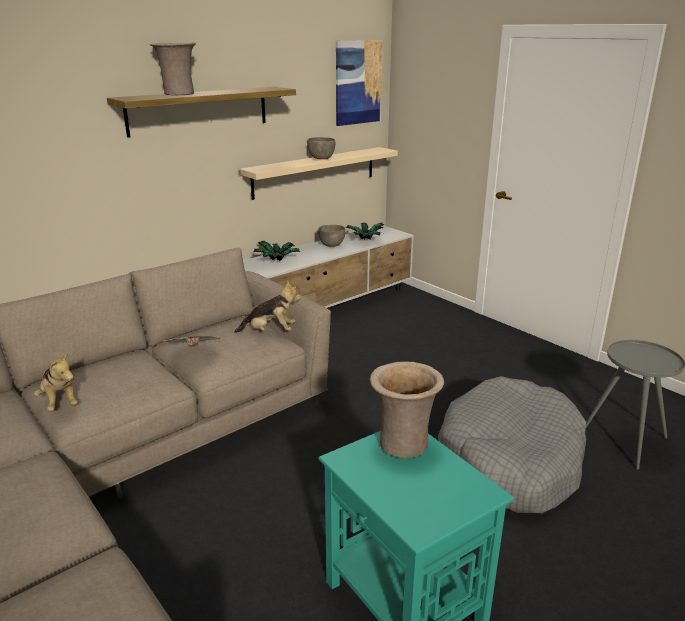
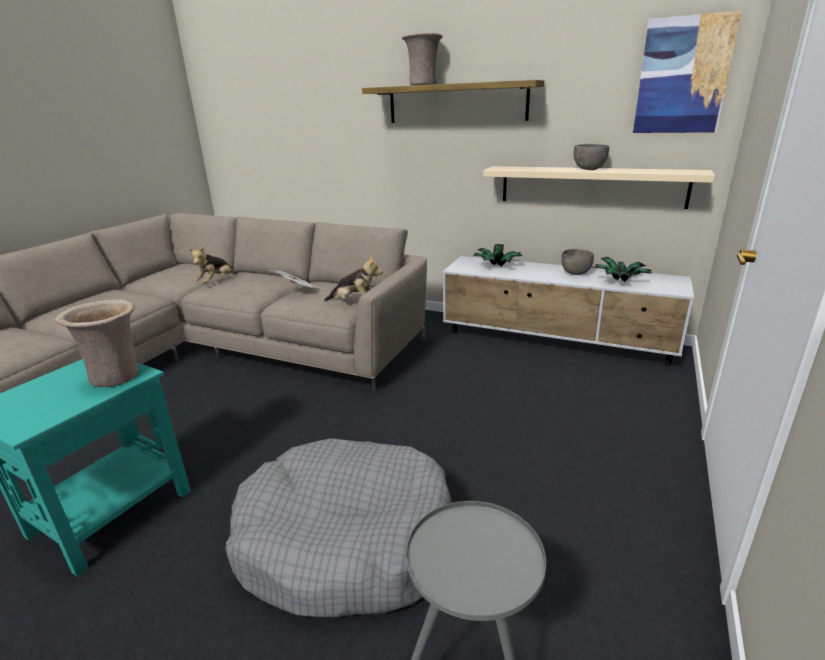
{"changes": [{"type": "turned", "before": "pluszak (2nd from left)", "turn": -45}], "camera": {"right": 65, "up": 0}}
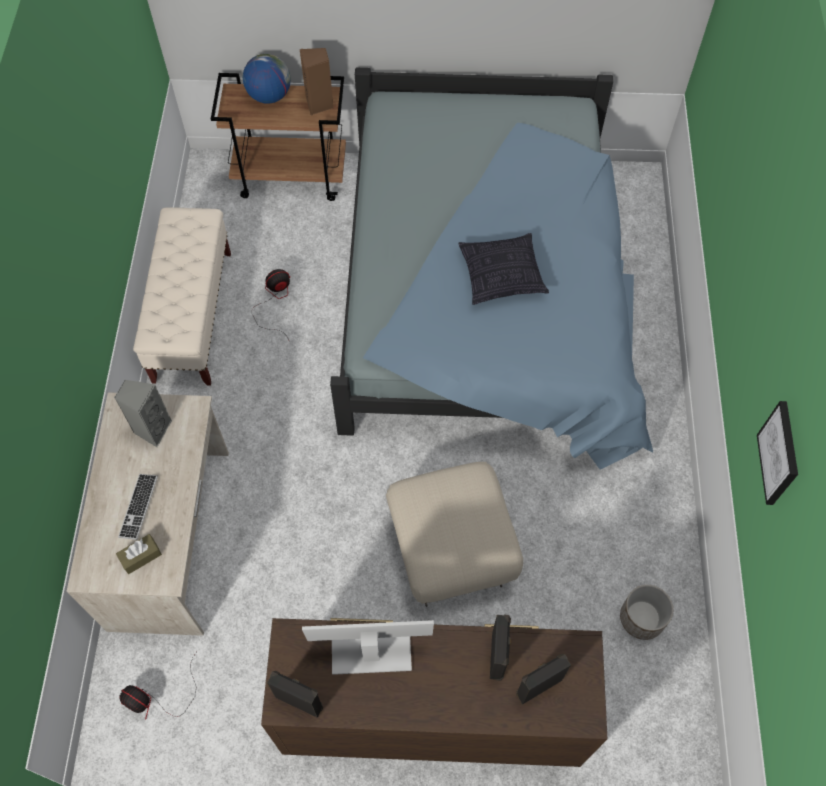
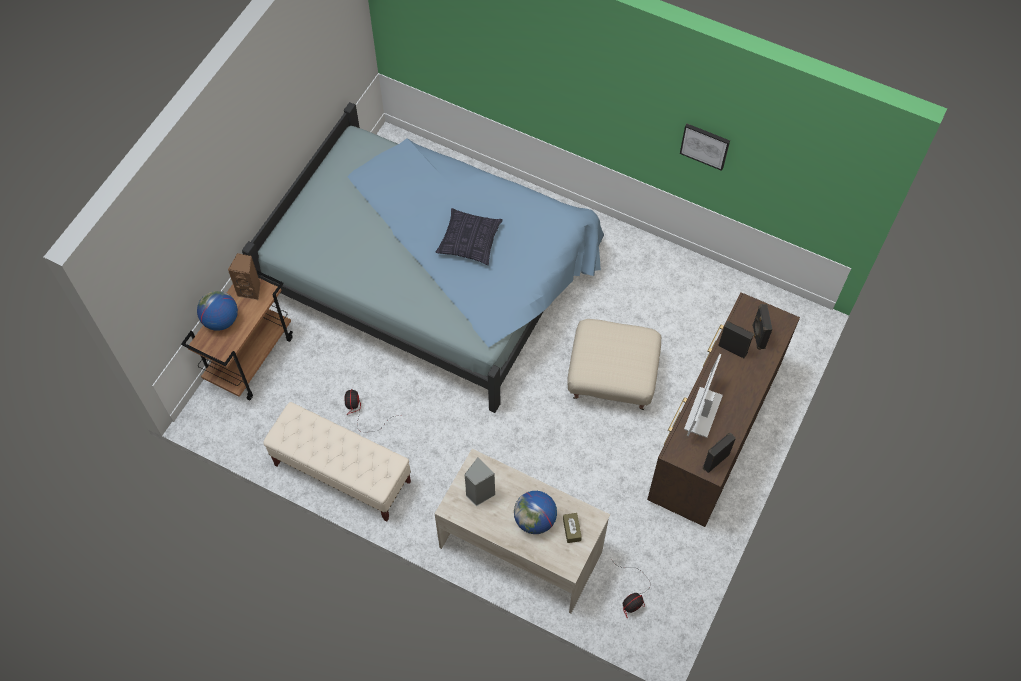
{"changes": [{"type": "replaced", "before": "klawiatura", "after": "globus (2nd from left)"}, {"type": "removed", "before": "donica"}], "camera": {"right": -65, "up": 0}}
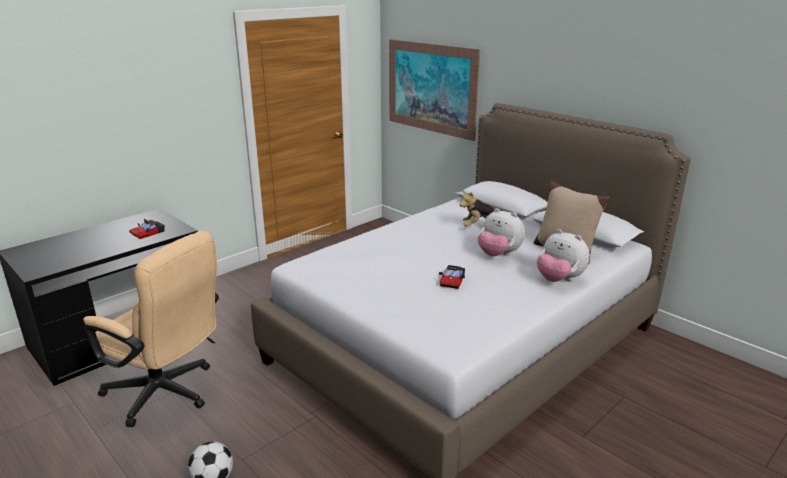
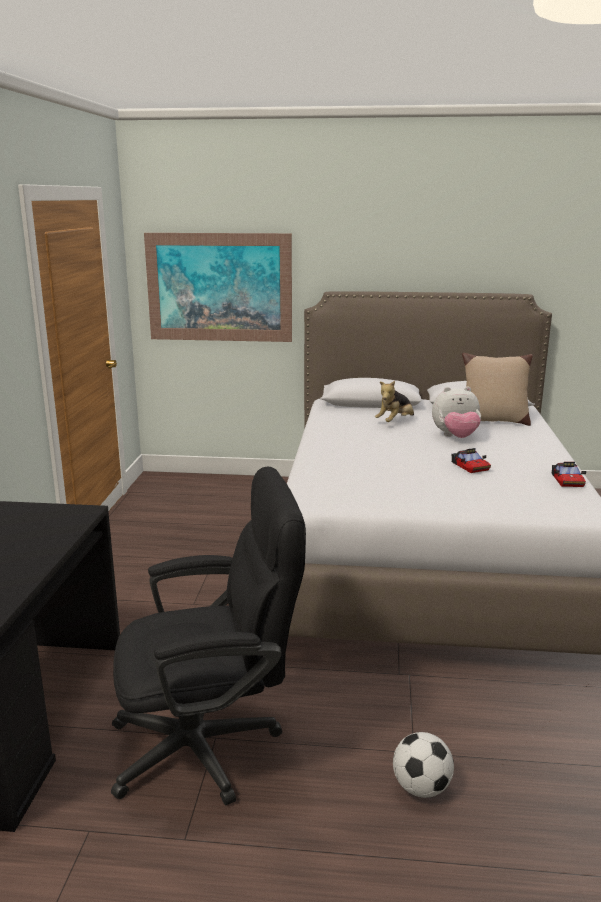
{"changes": [{"type": "recoloured", "before": "krzesło biurowe (beżowy)", "after": "krzesło biurowe (czarny)"}, {"type": "moved", "before": "samochodzik (1st from left in the first image)", "after": "samochodzik (2nd from left)"}, {"type": "removed", "before": "pluszak (3rd from left)"}], "camera": {"right": -40, "up": -5}}
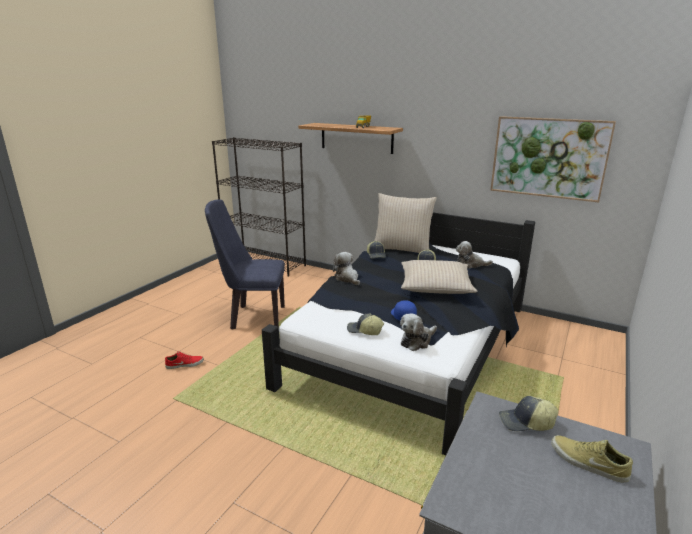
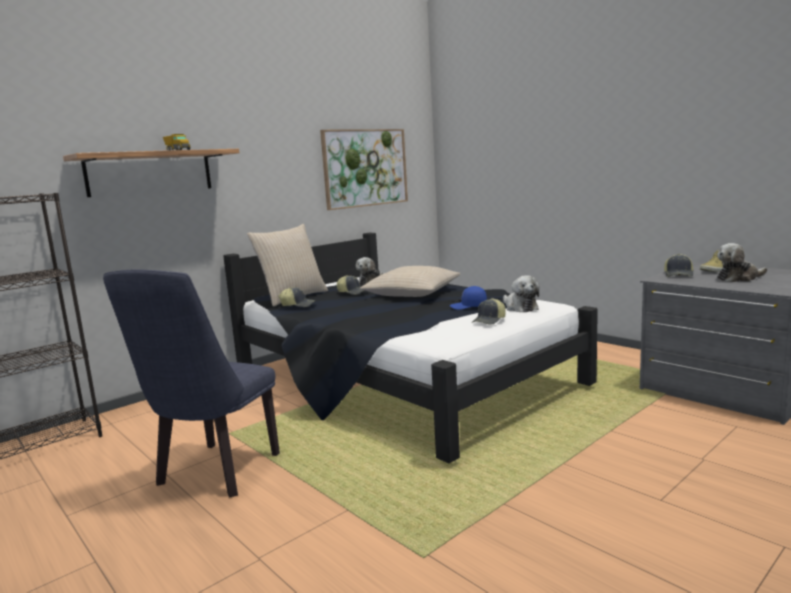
{"changes": [{"type": "moved", "before": "pluszak (1st from left in the first image)", "after": "pluszak (3rd from left)"}, {"type": "removed", "before": "but (czerwony)"}], "camera": {"right": -70, "up": -10}}
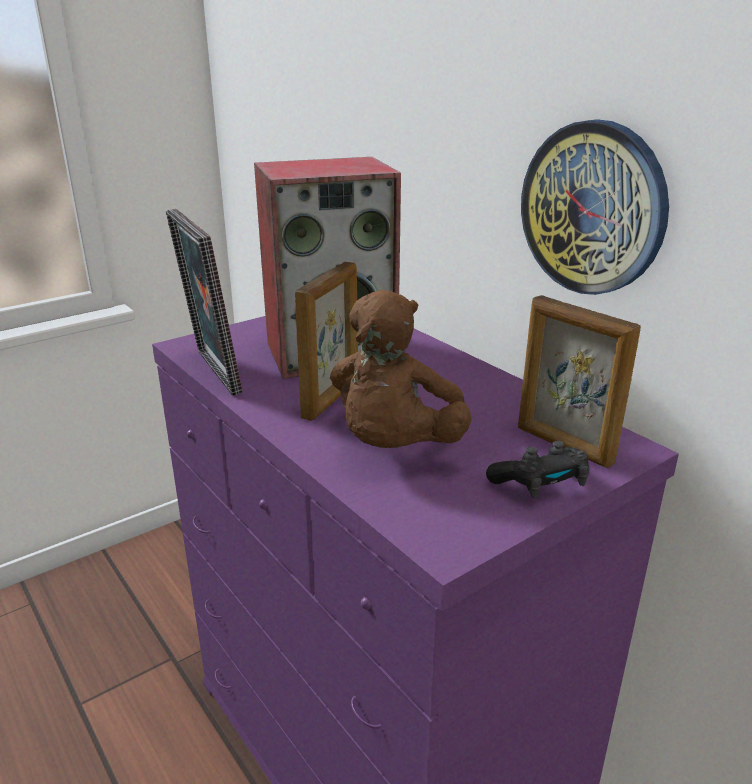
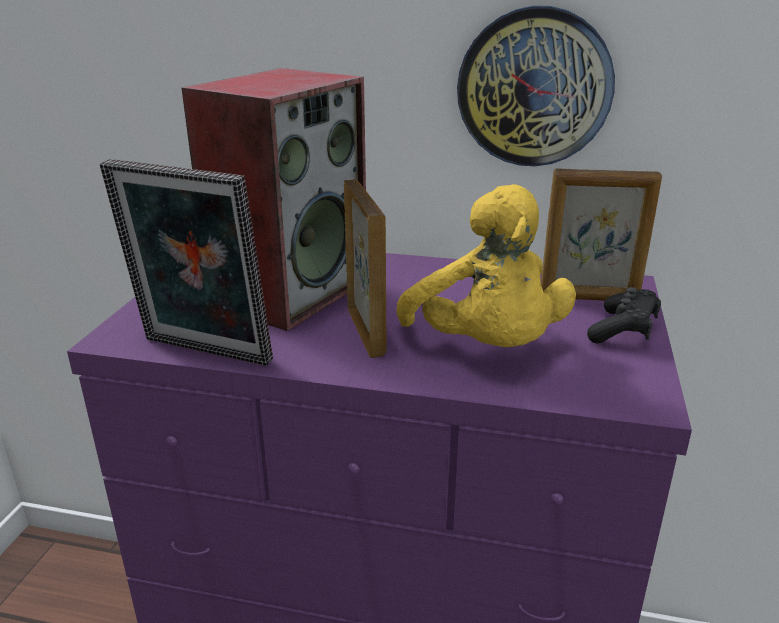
{"changes": [{"type": "recoloured", "before": "pluszak (brązowy)", "after": "pluszak (żółty)"}], "camera": {"right": -40, "up": 0}}
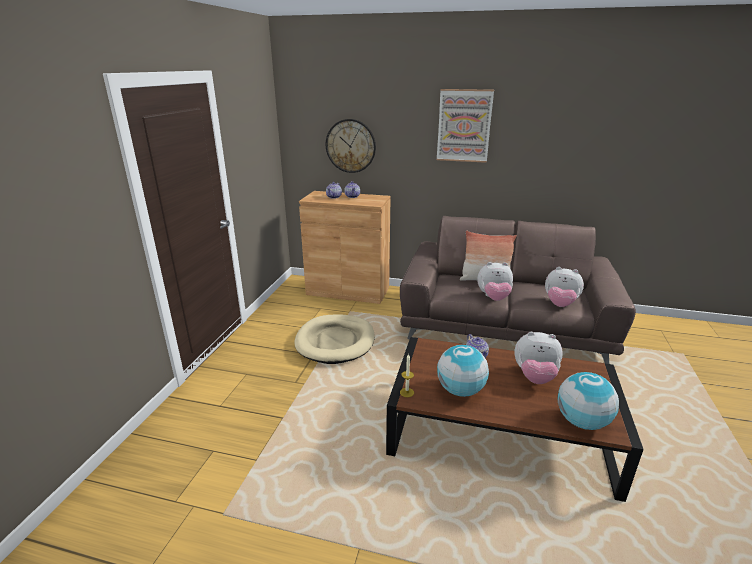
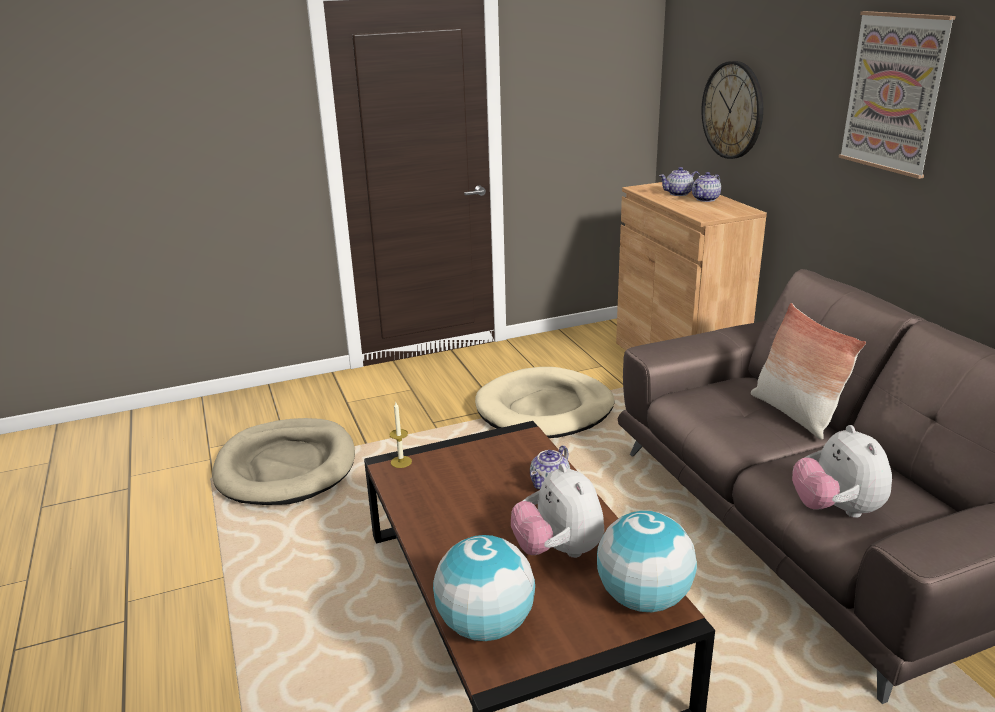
{"changes": [{"type": "added", "after": "legowisko (beżowy) (1st from left)"}, {"type": "moved", "before": "globus (1st from left in the first image)", "after": "globus (2nd from left)"}, {"type": "removed", "before": "pluszak (1st from left)"}], "camera": {"right": 55, "up": 0}}
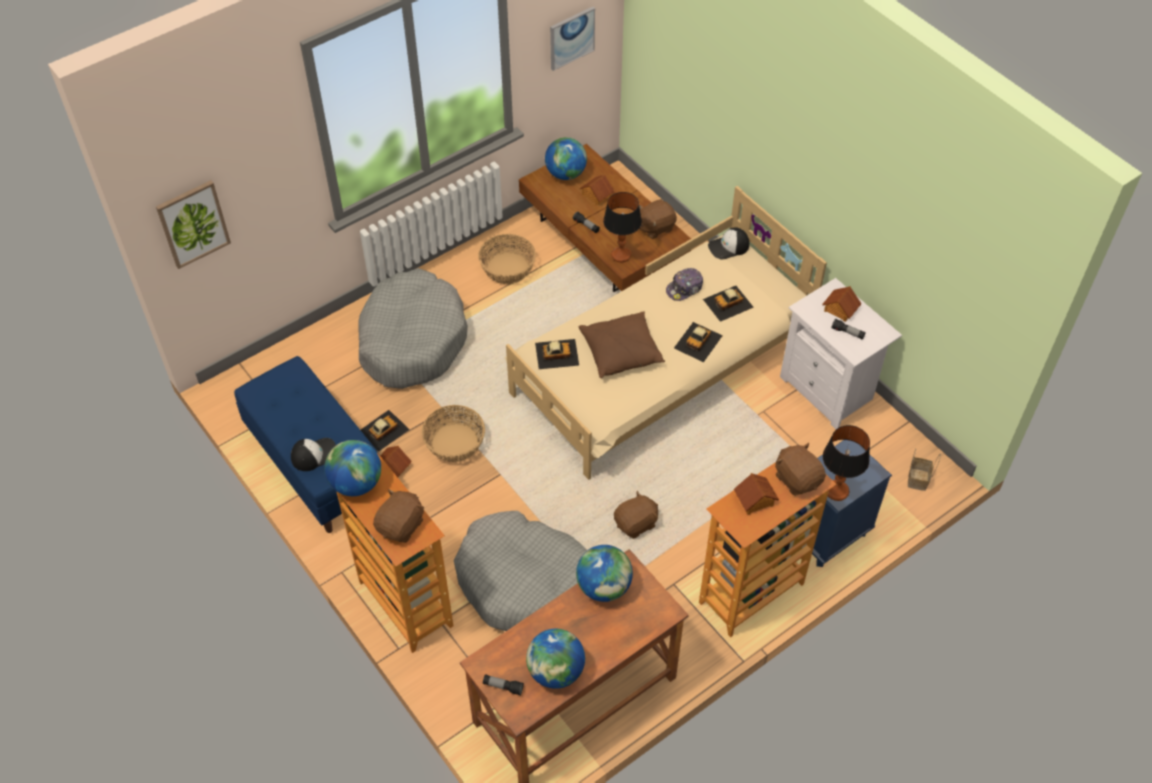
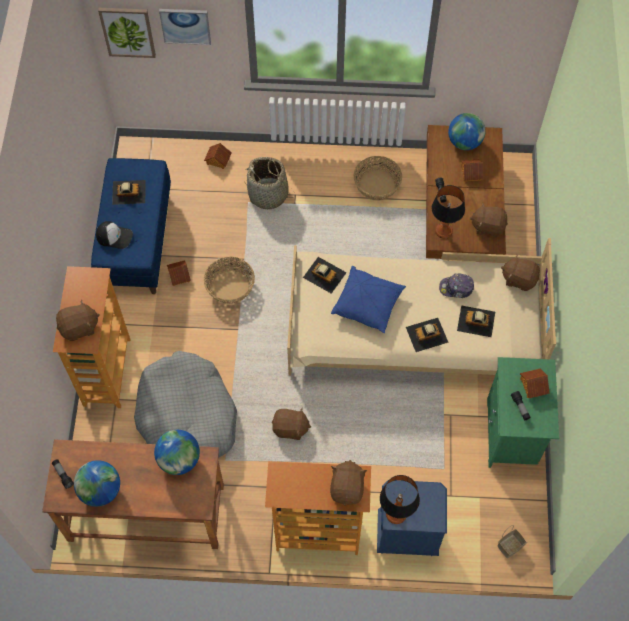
{"changes": [{"type": "moved", "before": "samochodzik (1st from left)"}, {"type": "moved", "before": "obraz (2nd from left)"}, {"type": "moved", "before": "domek (3rd from left in the first image)", "after": "domek (2nd from left)"}, {"type": "replaced", "before": "legowisko (szary) (1st from left)", "after": "koszyk (2nd from left)"}, {"type": "recoloured", "before": "poduszka (brązowy)", "after": "poduszka (niebieski)"}, {"type": "recoloured", "before": "szafka nocna (biały)", "after": "szafka nocna (zielony)"}, {"type": "replaced", "before": "czapka z daszkiem (3rd from left)", "after": "pluszak (brązowy) (5th from left)"}, {"type": "removed", "before": "globus (1st from left)"}], "camera": {"right": 40, "up": 10}}
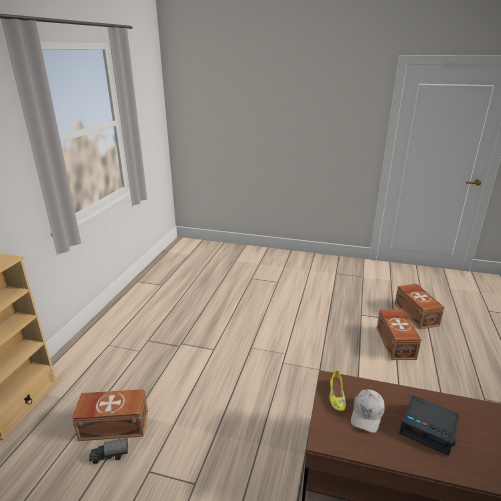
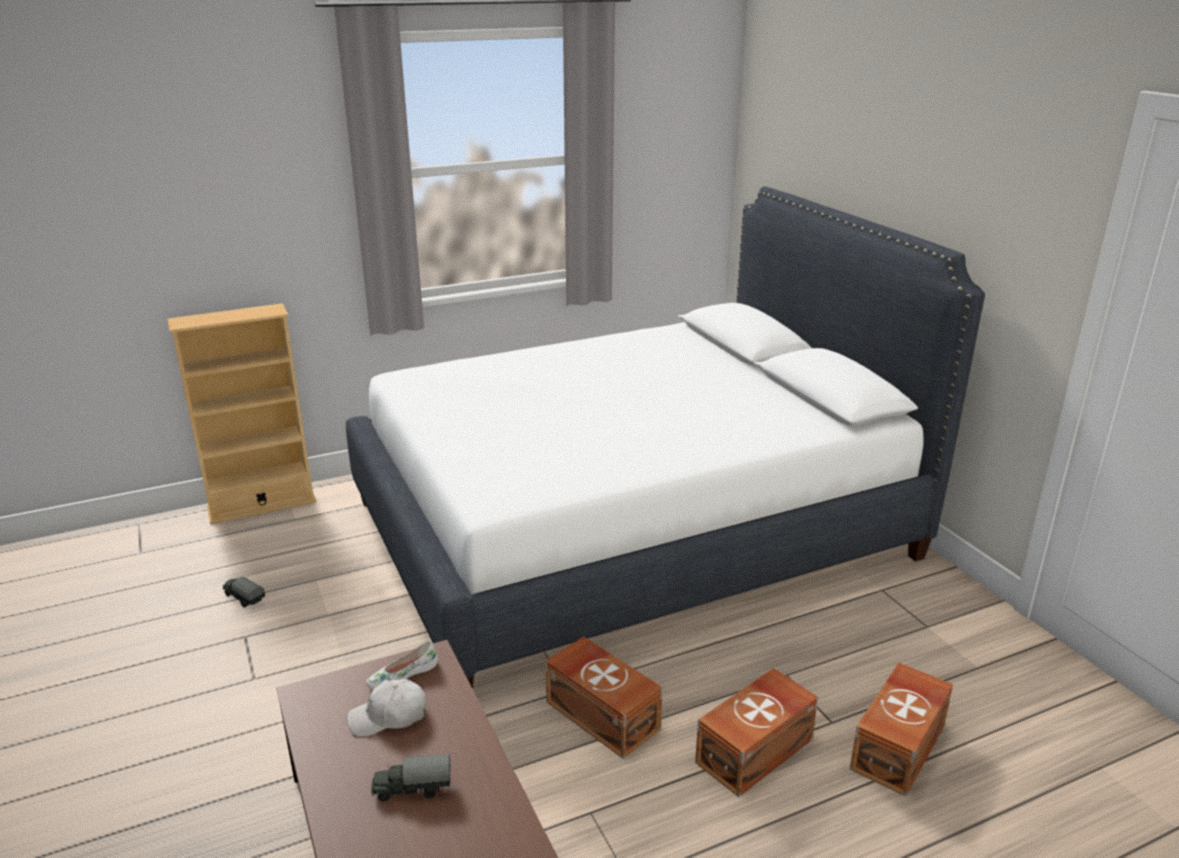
{"changes": [{"type": "added", "after": "łóżko (biały)"}, {"type": "recoloured", "before": "but (żółty)", "after": "but (biały)"}, {"type": "replaced", "before": "budzik", "after": "ciężarówka zabawkowa (2nd from left)"}, {"type": "moved", "before": "pojemnik do przechowywania (brązowy) (1st from left)"}], "camera": {"right": 50, "up": 0}}
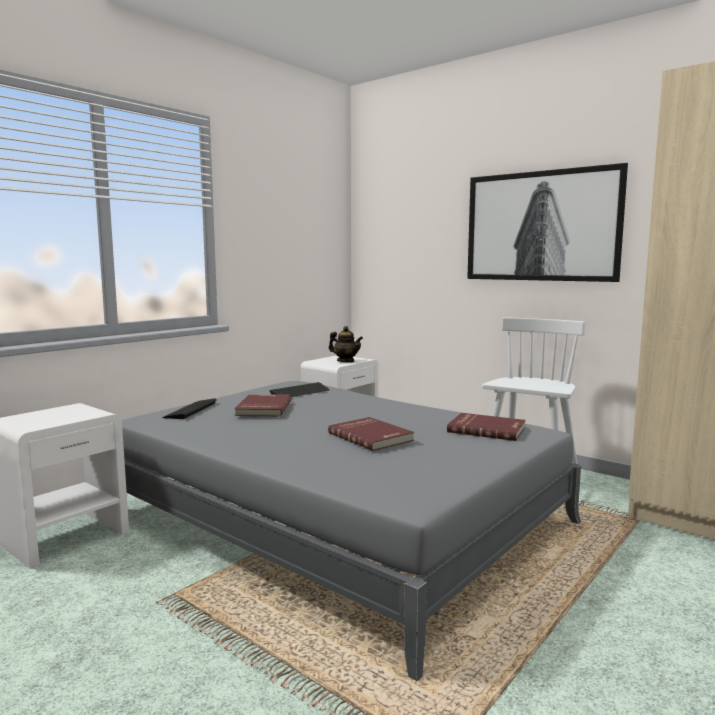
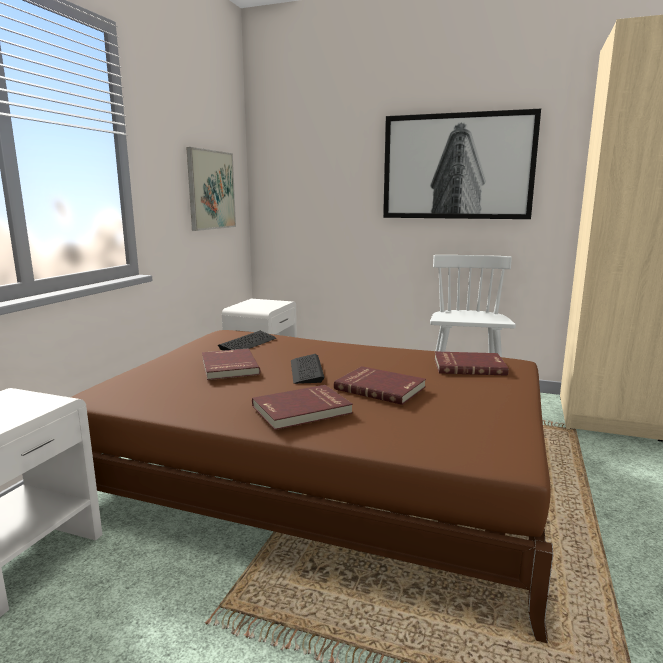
{"changes": [{"type": "recoloured", "before": "łóżko (szary)", "after": "łóżko (brązowy)"}, {"type": "added", "after": "obraz (1st from left)"}, {"type": "added", "after": "książka (czerwony) (2nd from left)"}, {"type": "moved", "before": "klawiatura (1st from left in the first image)", "after": "klawiatura (2nd from left)"}, {"type": "removed", "before": "imbryk"}], "camera": {"right": -20, "up": 5}}
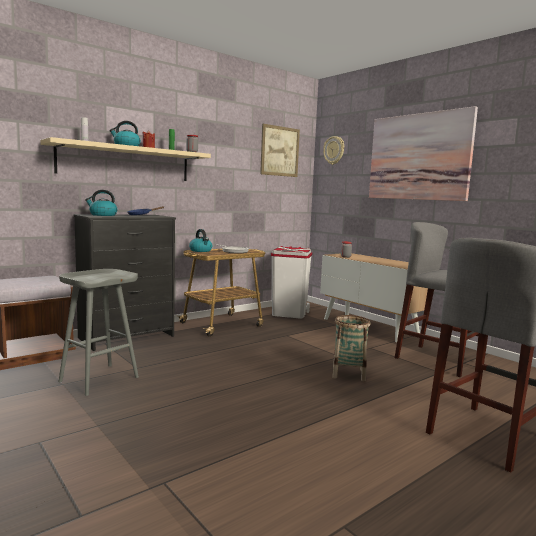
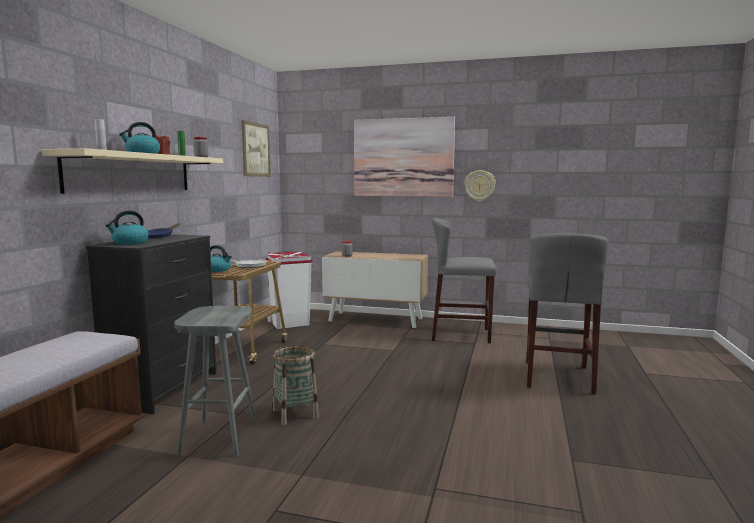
{"changes": [{"type": "moved", "before": "koszyk"}, {"type": "moved", "before": "zegar ścienny"}], "camera": {"right": -35, "up": 0}}
